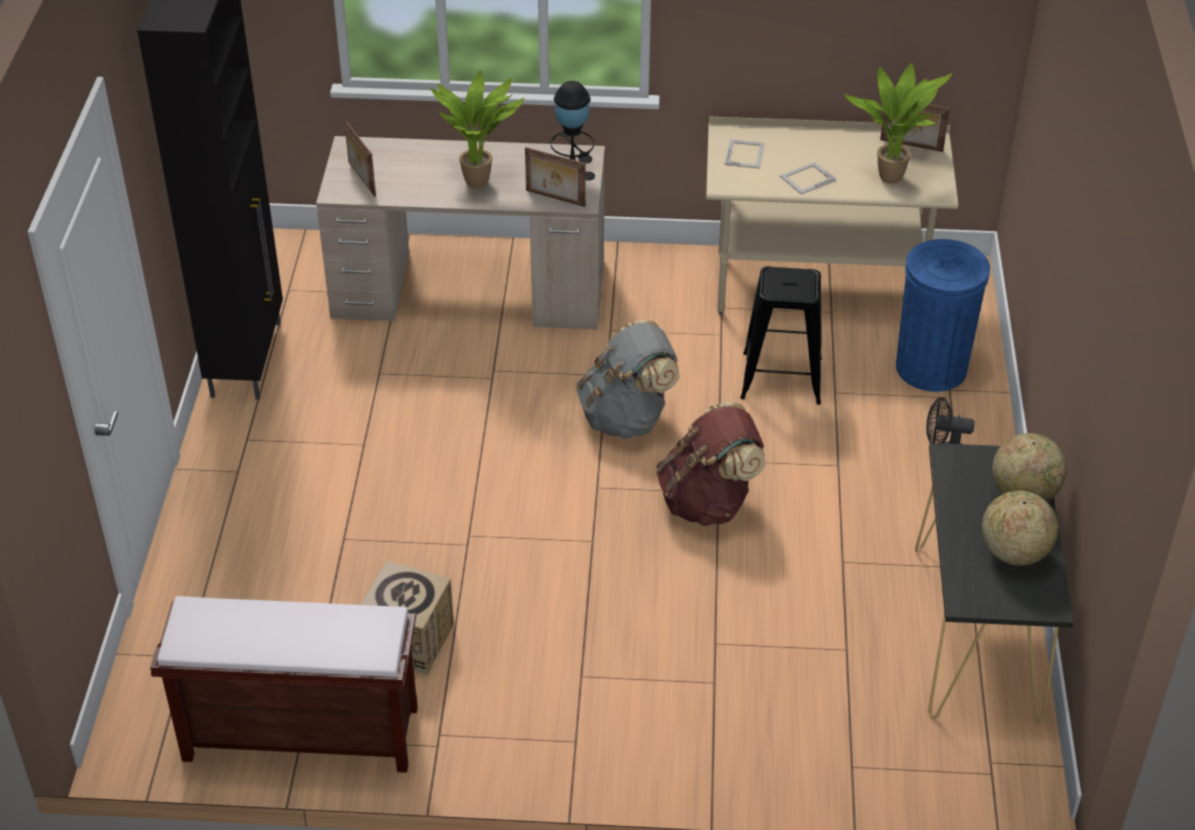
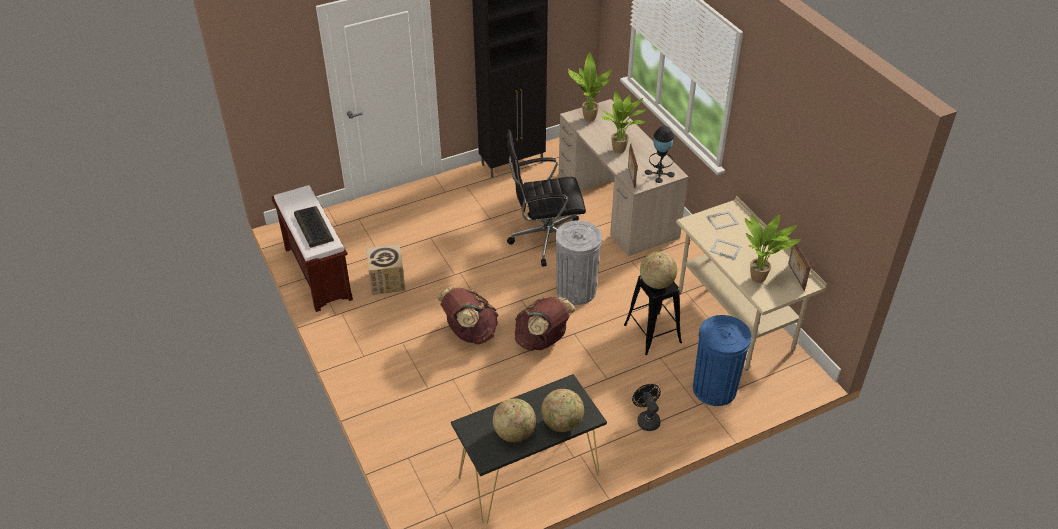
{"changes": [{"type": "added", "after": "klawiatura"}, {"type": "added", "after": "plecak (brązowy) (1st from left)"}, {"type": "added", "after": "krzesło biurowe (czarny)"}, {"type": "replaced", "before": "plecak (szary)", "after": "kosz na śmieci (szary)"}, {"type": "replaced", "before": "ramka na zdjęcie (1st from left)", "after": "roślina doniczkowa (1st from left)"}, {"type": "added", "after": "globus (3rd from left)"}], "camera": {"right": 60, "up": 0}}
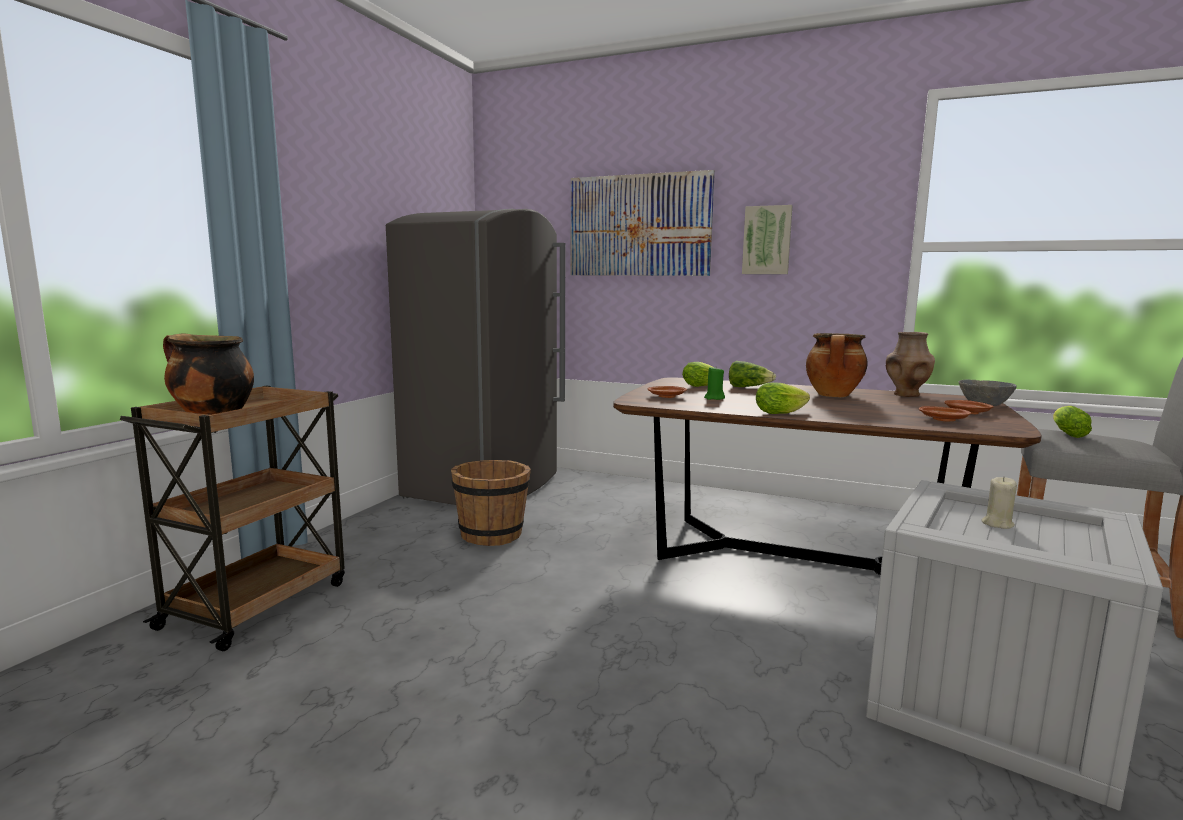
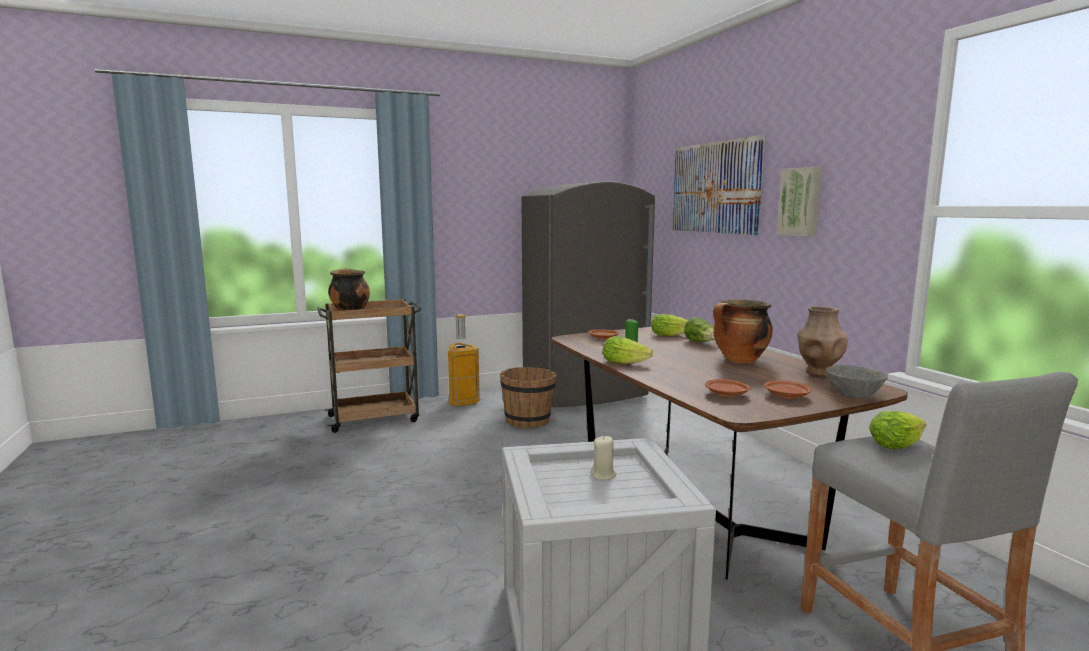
{"changes": [{"type": "added", "after": "kosz na śmieci"}], "camera": {"right": 45, "up": 0}}
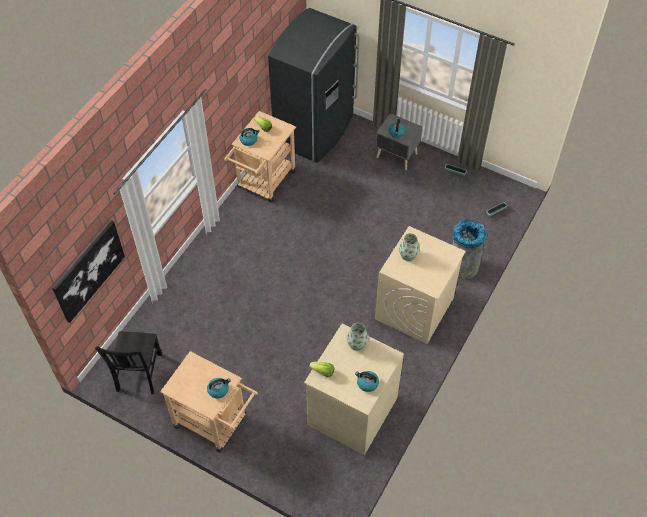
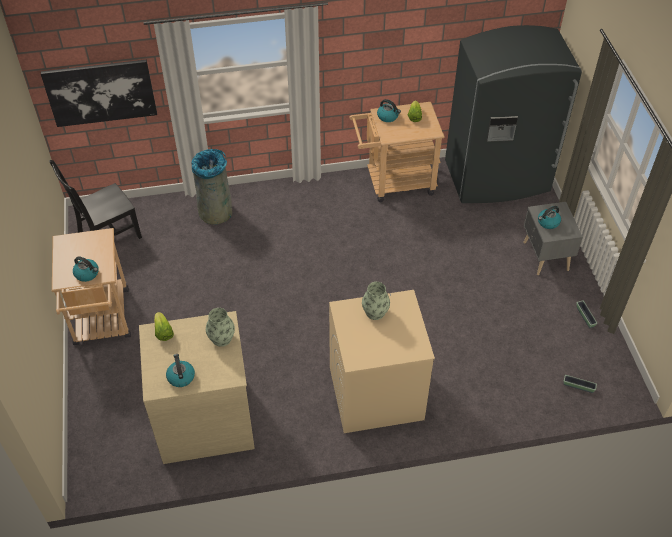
{"changes": [{"type": "moved", "before": "kosz na śmieci (szary)"}], "camera": {"right": 50, "up": -5}}
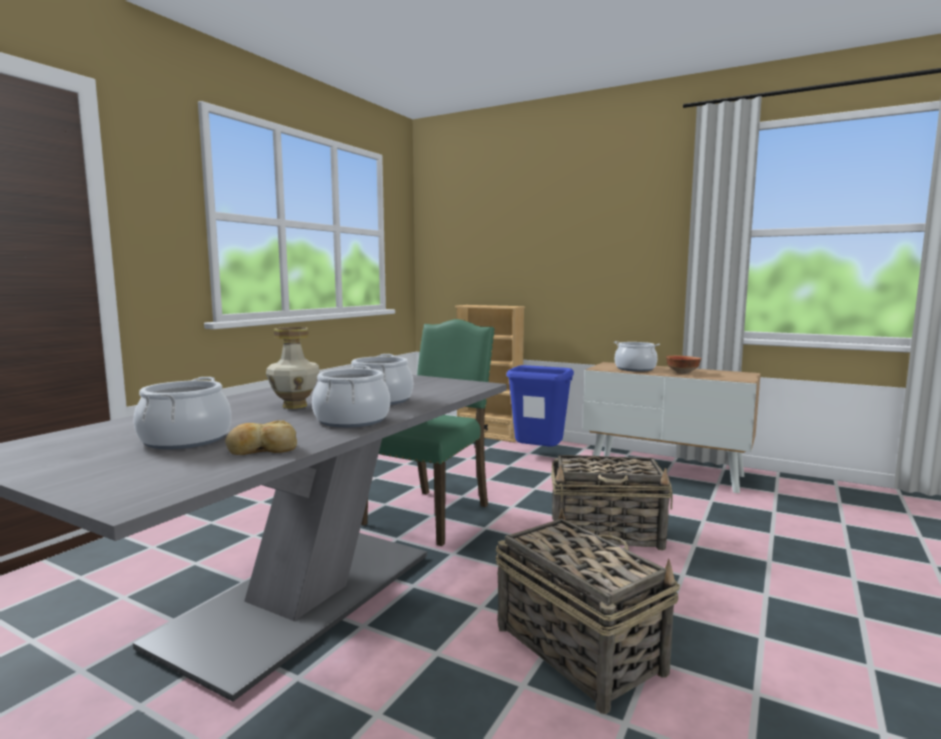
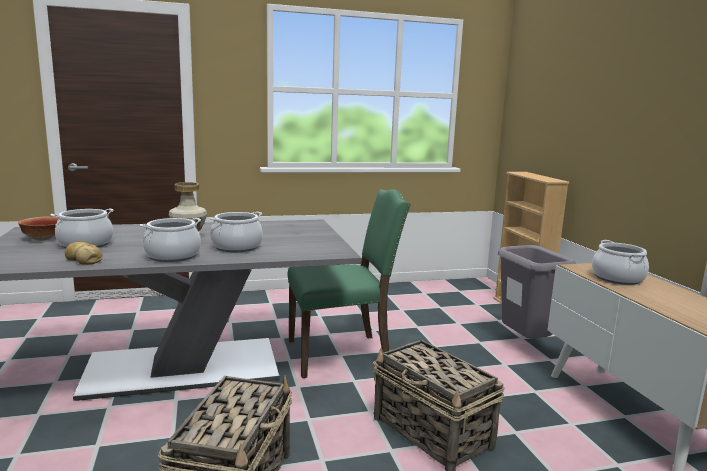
{"changes": [{"type": "moved", "before": "miska"}, {"type": "recoloured", "before": "kosz na śmieci (niebieski)", "after": "kosz na śmieci (szary)"}], "camera": {"right": 45, "up": 5}}
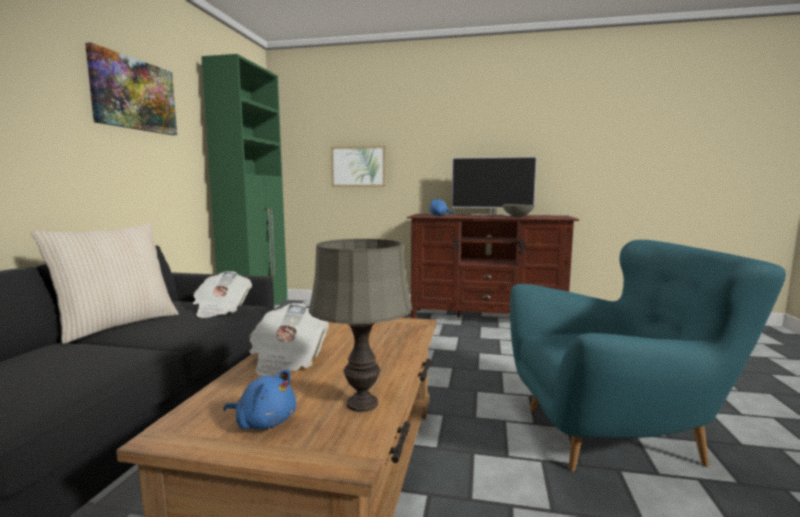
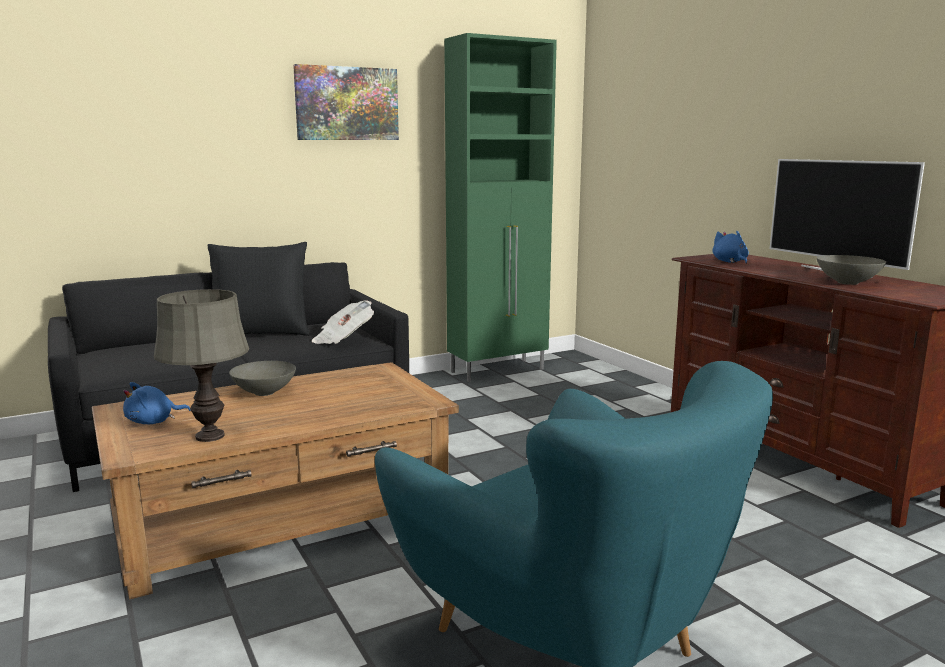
{"changes": [{"type": "turned", "before": "pluszak (niebieski) (1st from left)", "turn": 75}, {"type": "recoloured", "before": "poduszka (beżowy)", "after": "poduszka (czarny)"}, {"type": "replaced", "before": "gazeta (2nd from left)", "after": "miska (szary) (1st from left)"}, {"type": "removed", "before": "obraz (2nd from left)"}], "camera": {"right": 50, "up": 5}}
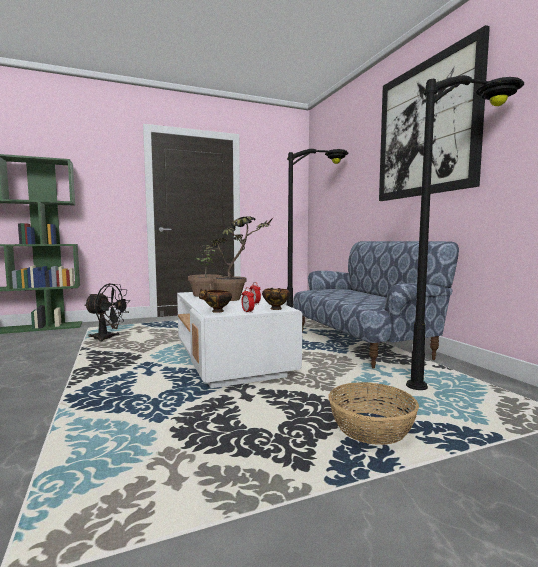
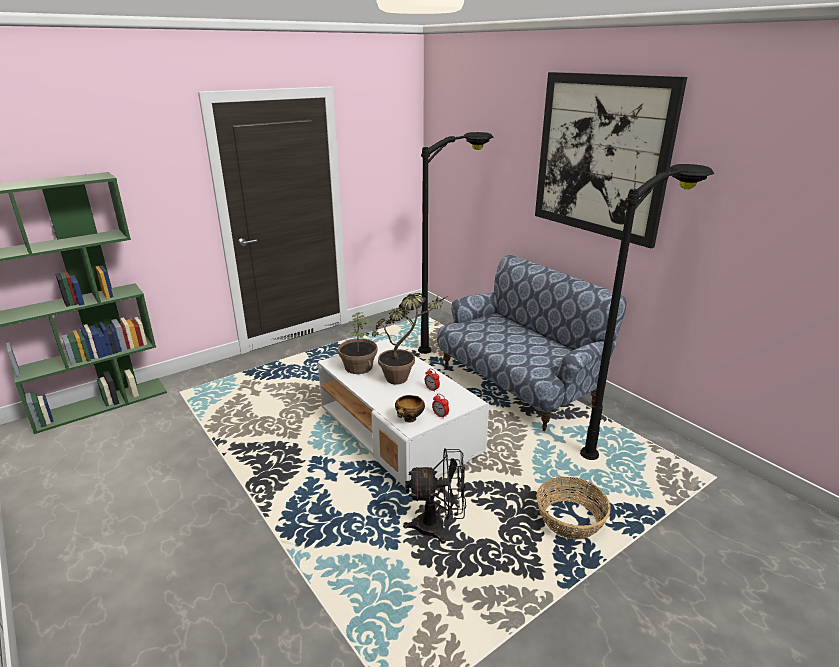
{"changes": [{"type": "moved", "before": "wentylator (czarny)"}, {"type": "removed", "before": "miska (2nd from left)"}], "camera": {"right": -15, "up": 20}}
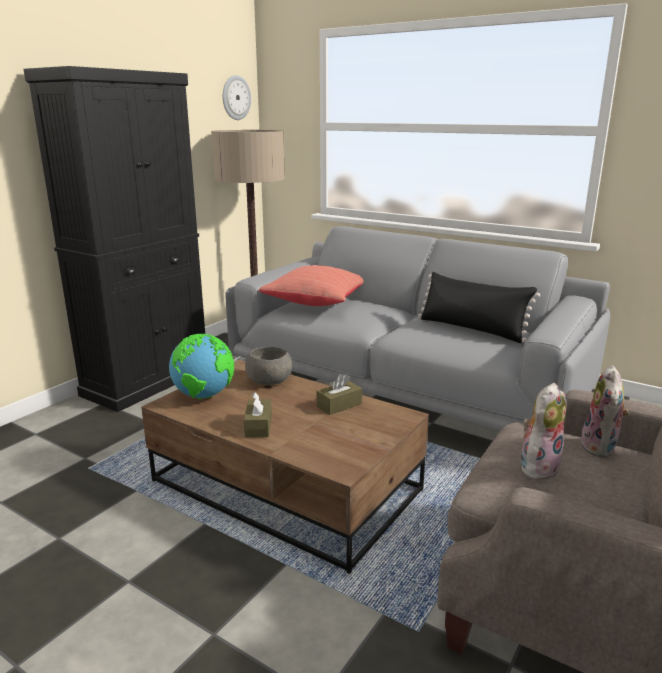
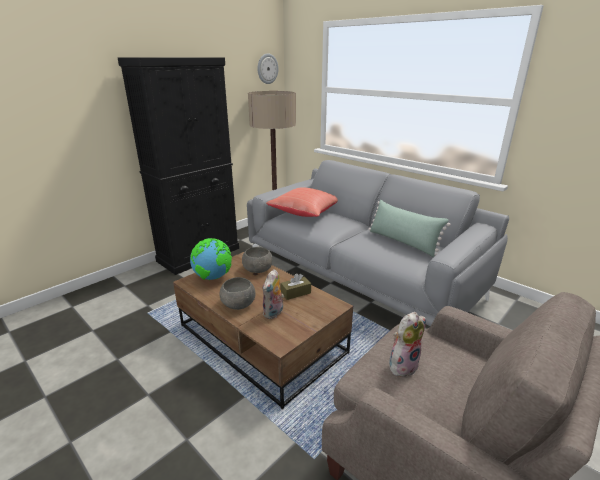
{"changes": [{"type": "replaced", "before": "pudełko chusteczek (brązowy) (1st from left)", "after": "miska (szary) (1st from left)"}, {"type": "moved", "before": "pluszak (2nd from left in the first image)", "after": "pluszak (1st from left)"}, {"type": "recoloured", "before": "poduszka (czarny)", "after": "poduszka (zielony)"}], "camera": {"right": 10, "up": 5}}
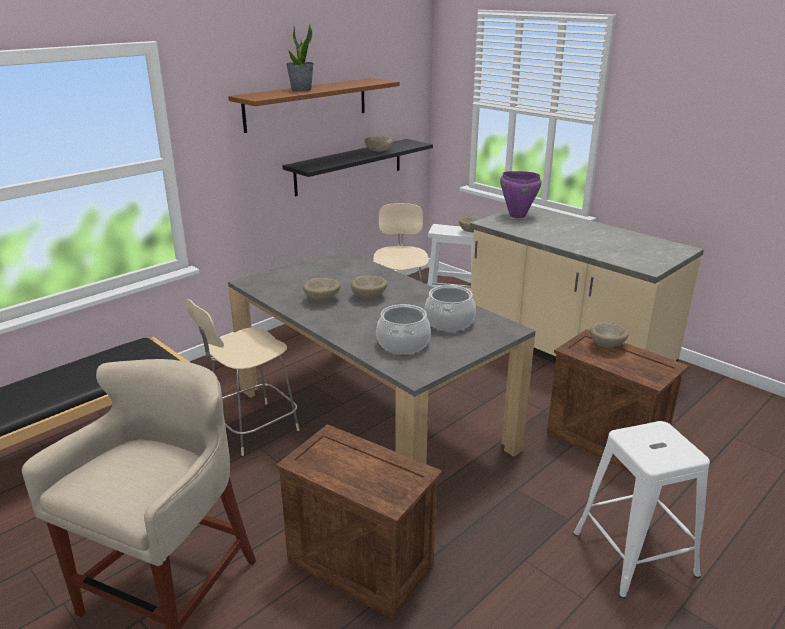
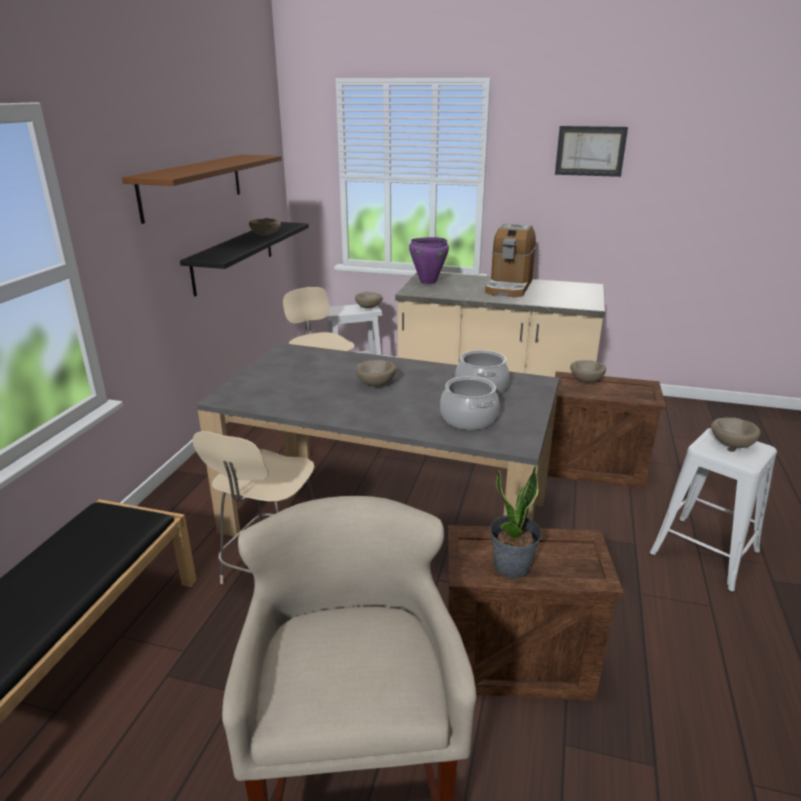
{"changes": [{"type": "added", "after": "ekspres do kawy"}, {"type": "moved", "before": "roślina doniczkowa"}, {"type": "added", "after": "obraz"}, {"type": "moved", "before": "miska (beżowy) (1st from left in the first image)", "after": "miska (beżowy) (5th from left)"}], "camera": {"right": -30, "up": 0}}
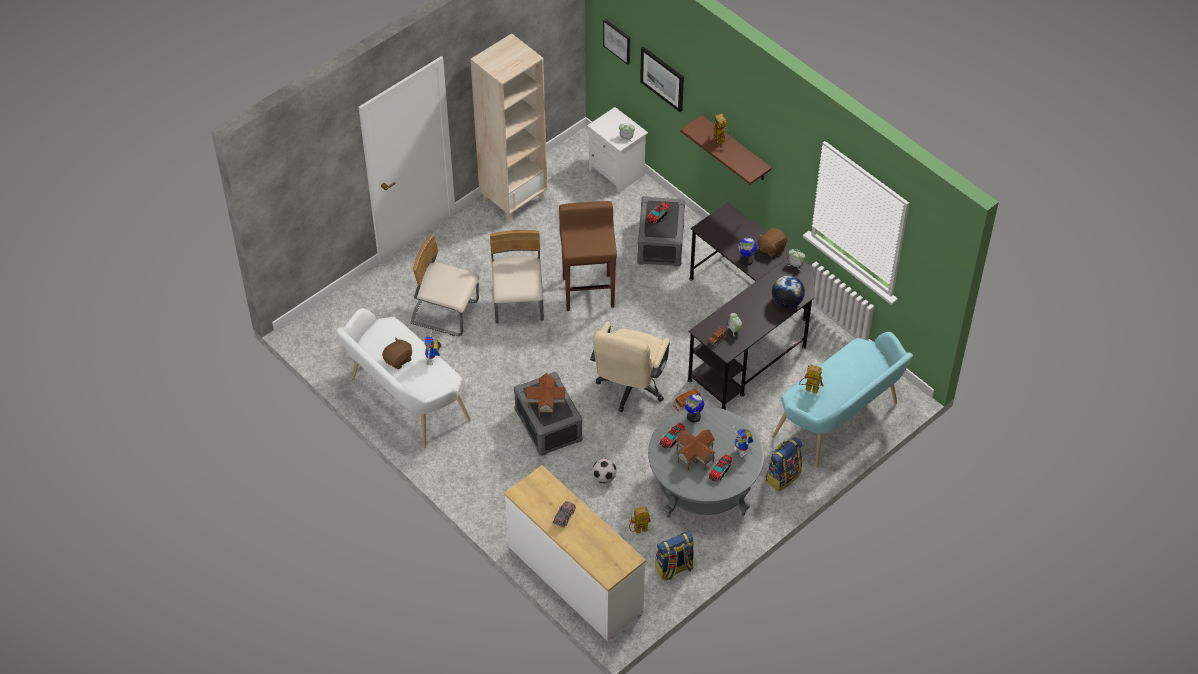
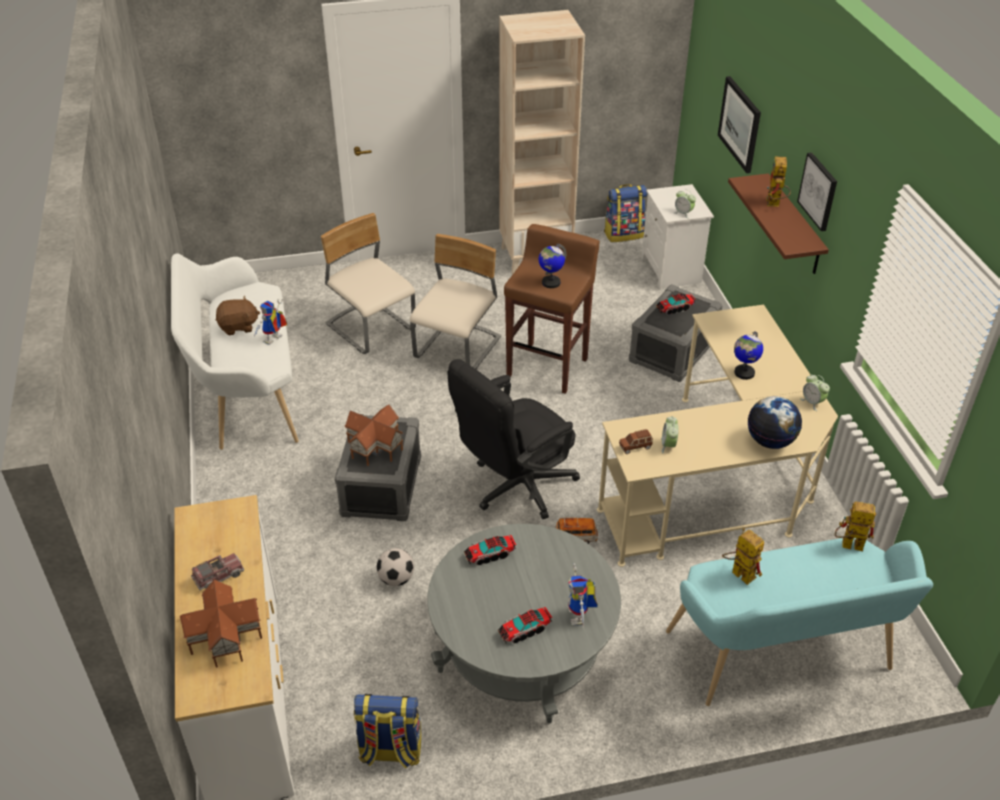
{"changes": [{"type": "moved", "before": "domek (2nd from left in the first image)", "after": "domek (1st from left)"}, {"type": "recoloured", "before": "krzesło biurowe (beżowy)", "after": "krzesło biurowe (czarny)"}, {"type": "moved", "before": "globus (1st from left)"}, {"type": "recoloured", "before": "biurko (czarny)", "after": "biurko (beżowy)"}, {"type": "moved", "before": "plecak (2nd from left)"}, {"type": "moved", "before": "obraz (1st from left in the first image)", "after": "obraz (2nd from left)"}, {"type": "moved", "before": "robot zabawkowy (2nd from left in the first image)", "after": "robot zabawkowy (5th from left)"}, {"type": "removed", "before": "pluszak (brązowy) (2nd from left)"}], "camera": {"right": 30, "up": -10}}
